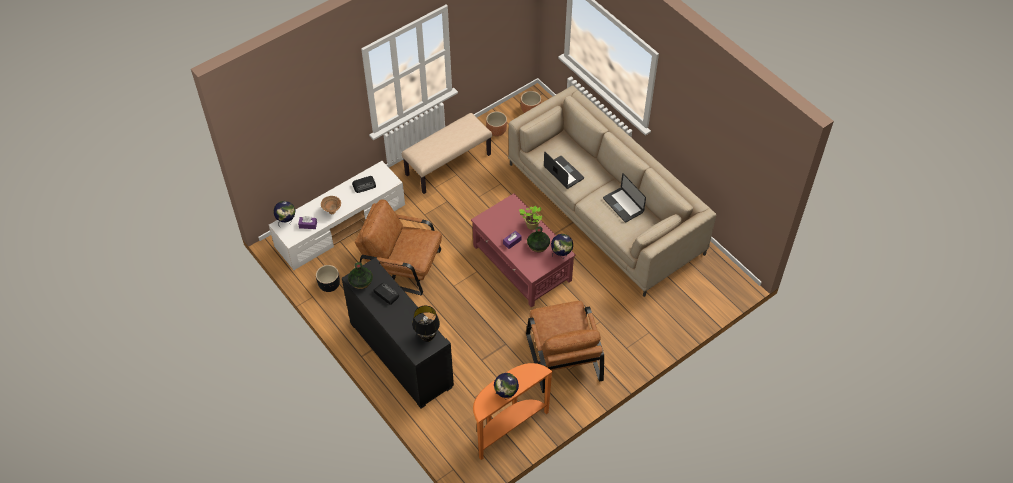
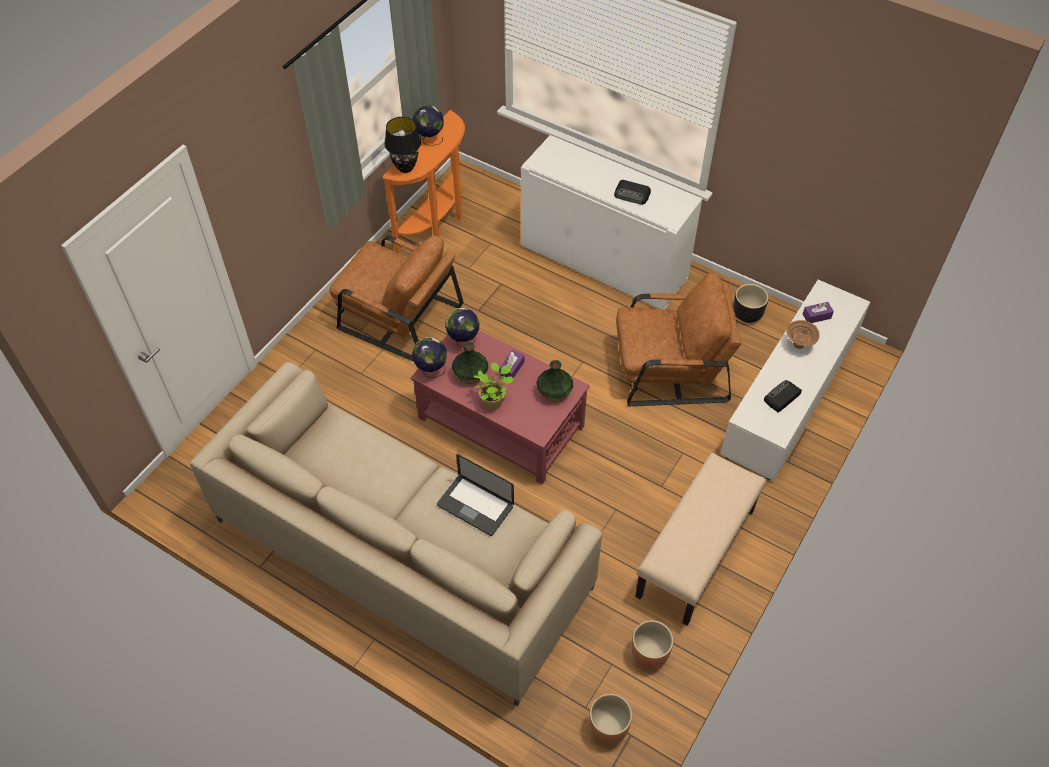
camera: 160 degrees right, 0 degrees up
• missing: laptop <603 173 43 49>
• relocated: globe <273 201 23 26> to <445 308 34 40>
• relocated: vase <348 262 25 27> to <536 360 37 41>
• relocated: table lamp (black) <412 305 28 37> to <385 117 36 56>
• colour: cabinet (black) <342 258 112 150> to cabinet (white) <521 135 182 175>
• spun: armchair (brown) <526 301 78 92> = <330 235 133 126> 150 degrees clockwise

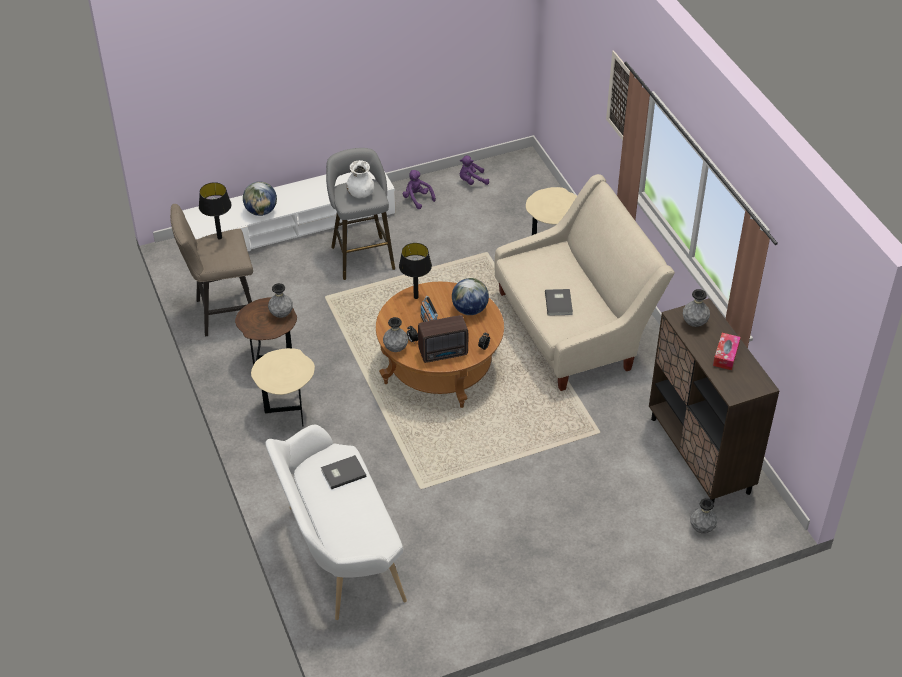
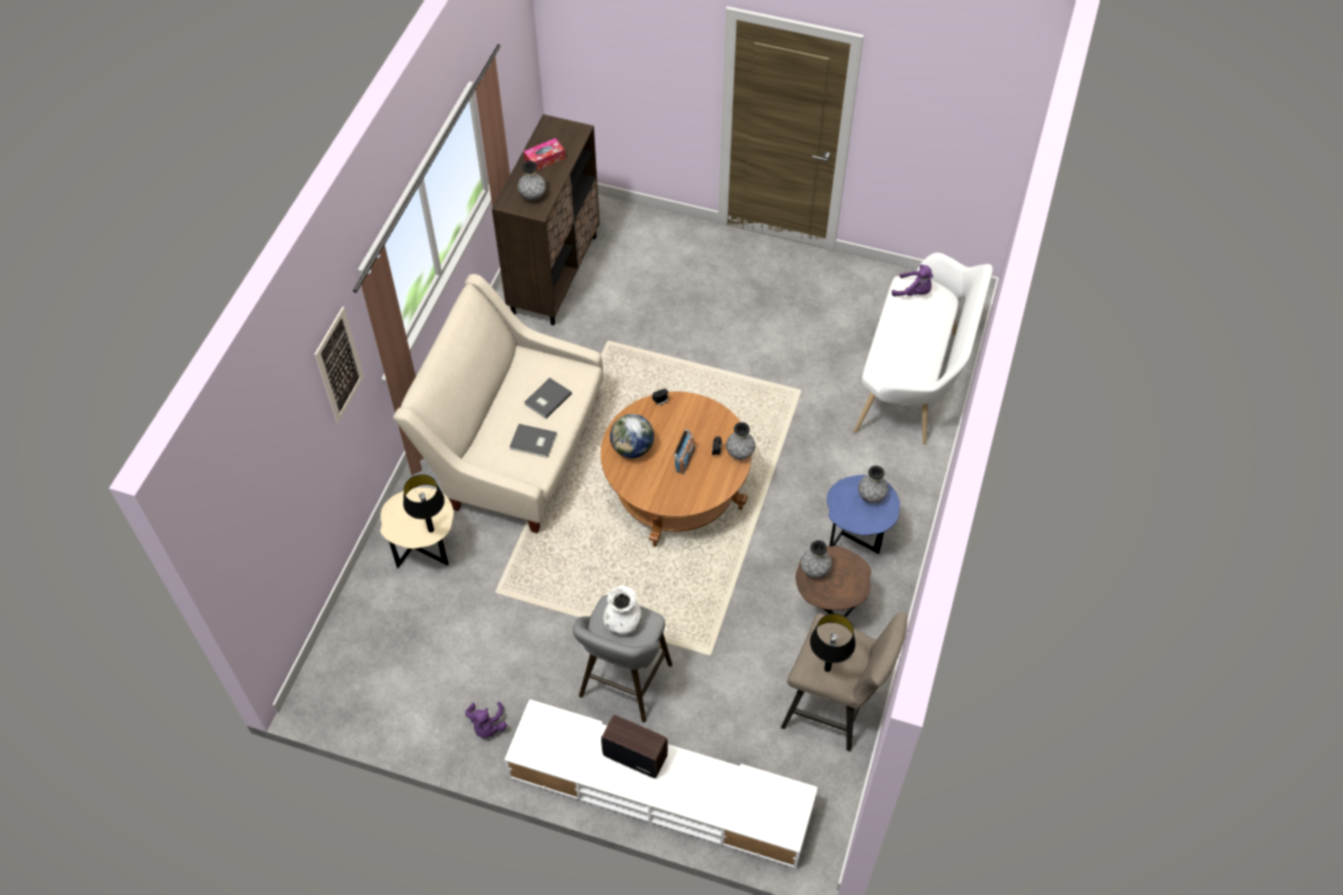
camera: 140 degrees left, 10 degrees up
• missing: globe <243 181 34 35>
• relocated: book (grey) <321 455 45 34> to <510 424 47 34>
• relocated: table lamp (black) <399 243 33 56> to <403 474 42 59>
• relocated: radio <418 315 50 48> to <601 715 67 63>
• relocated: plush toy (purple) <459 155 30 30> to <892 264 41 32>
• relocated: vase (grey) <690 498 27 36> to <858 465 30 38>
• colour: side table (beige) <251 348 64 78> to side table (blue) <827 475 73 79>

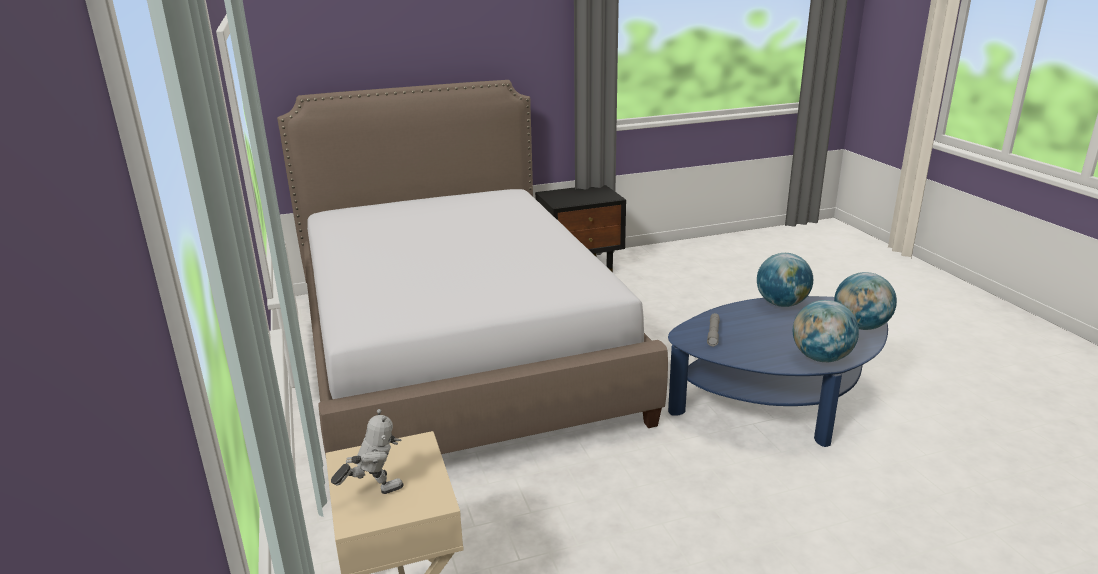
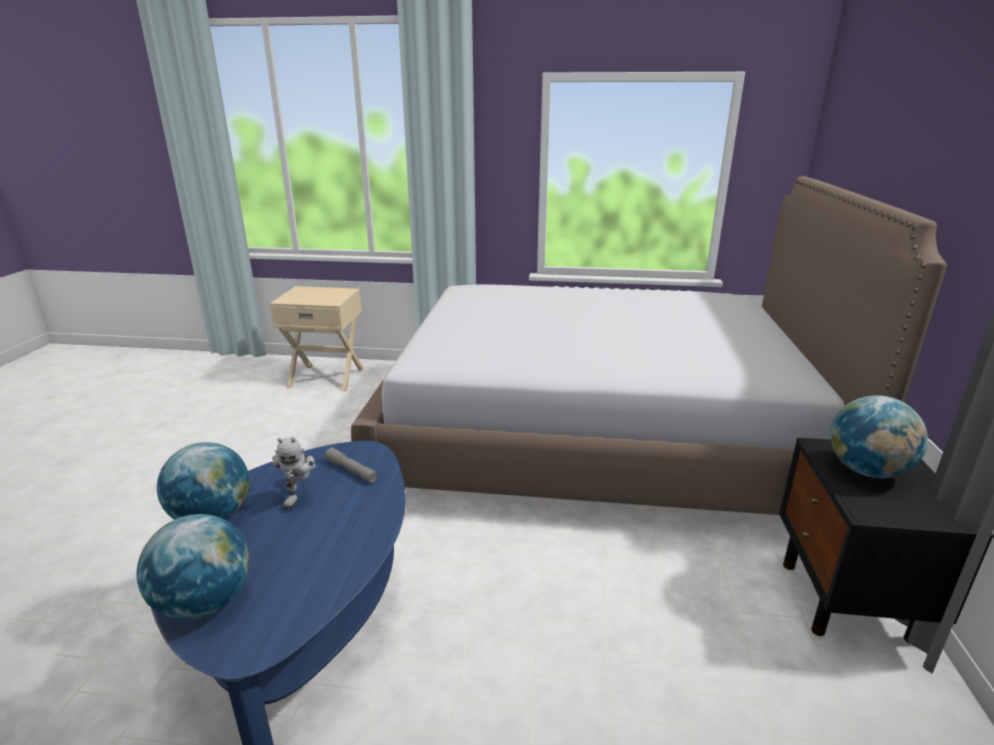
camera: 115 degrees right, 0 degrees up
• relocated: toy robot <331 409 73 85> to <272 437 44 72>
• relocated: globe <757 253 56 54> to <831 395 97 83>

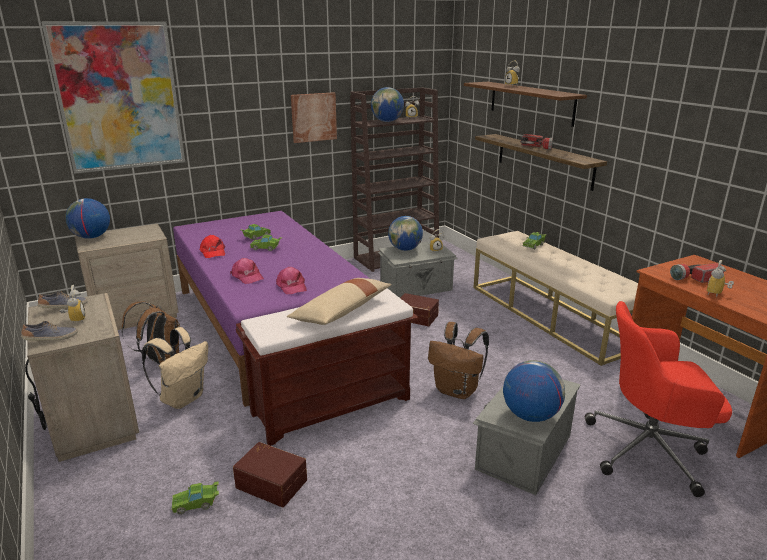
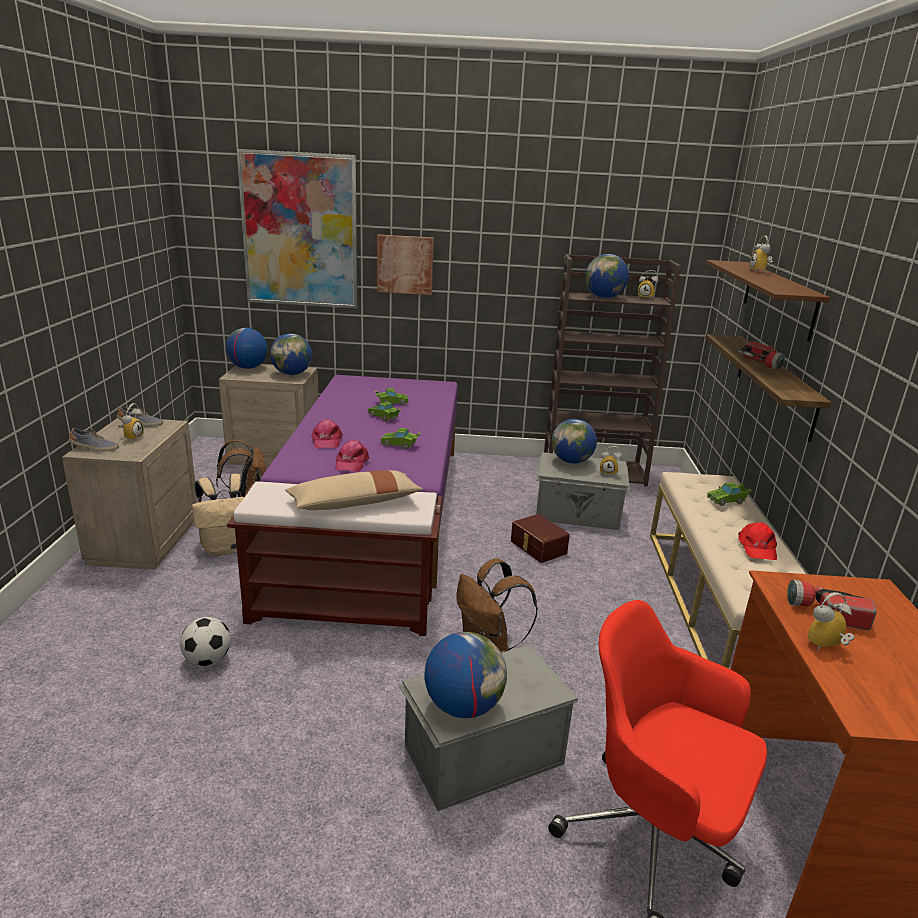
camera: 30 degrees right, 0 degrees up
• appeared: globe <270 333 42 42>
• relocated: toy car (green) <171 481 48 34> to <381 428 40 22>
• relocated: cap (red) <200 235 25 23> to <738 522 39 38>
• relocated: picture <291 92 46 51> to <377 234 57 61>
• exchanged: storage box (brown) <233 442 74 65> to football <180 617 51 49>

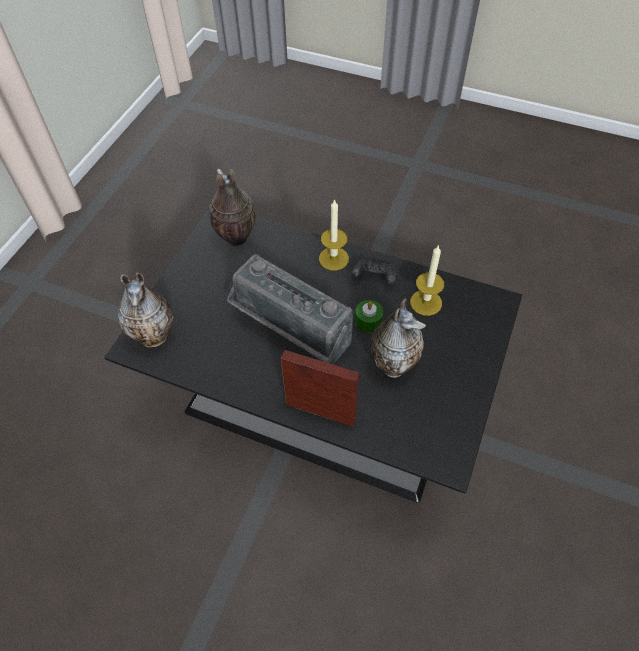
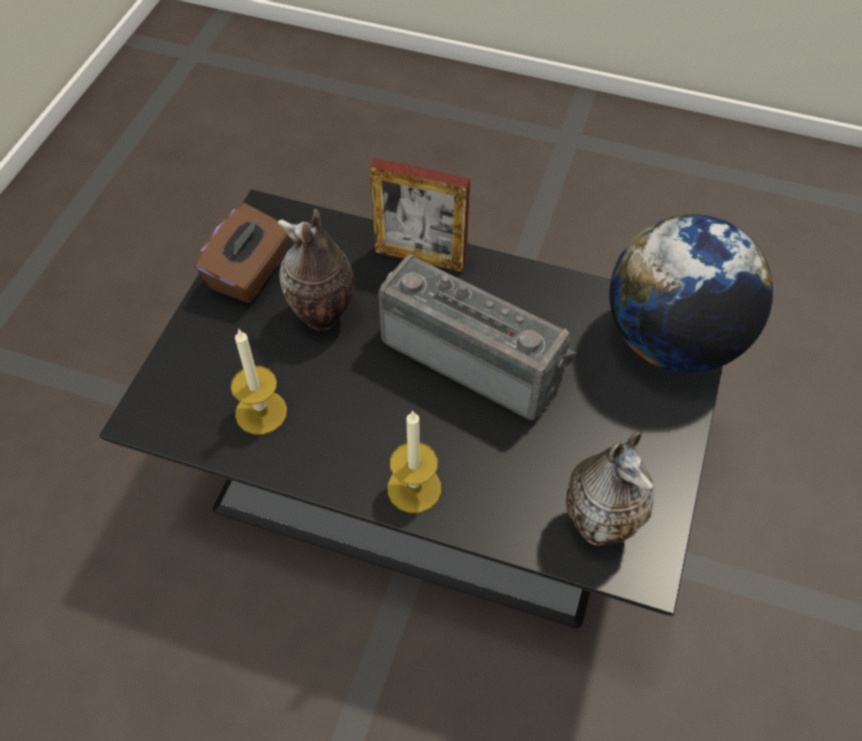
camera: 175 degrees right, 0 degrees up
• missing: game controller (black) <351 259 45 25>
• missing: candle (green) <355 300 28 33>
• appeared: tissue box (brown) <194 203 94 100>
• exchanged: vase <117 272 56 76> to globe <609 214 164 159>

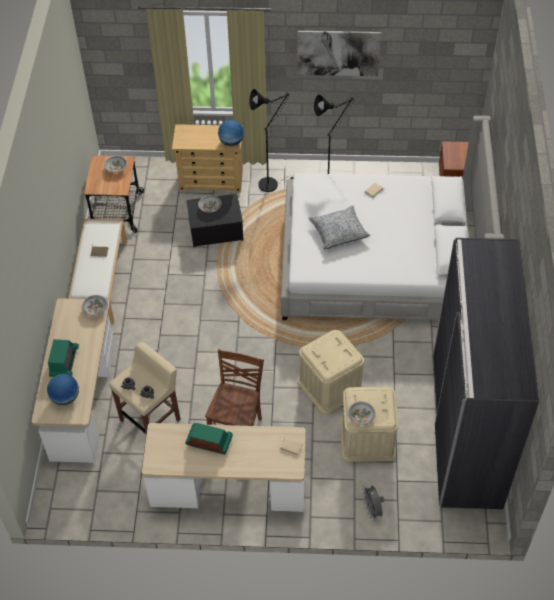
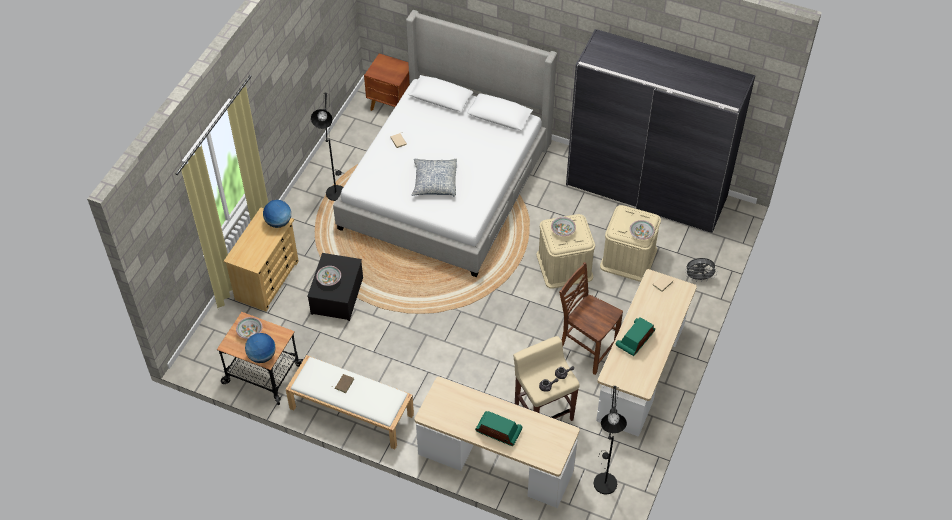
camera: 70 degrees left, 0 degrees up
• missing: picture <297 31 84 45>
• relocated: globe <47 374 32 31> to <245 333 31 30>
• relocated: bowl <82 295 26 21> to <551 217 25 19>
• relocated: floor lamp (black) <249 89 44 103> to <594 386 33 109>

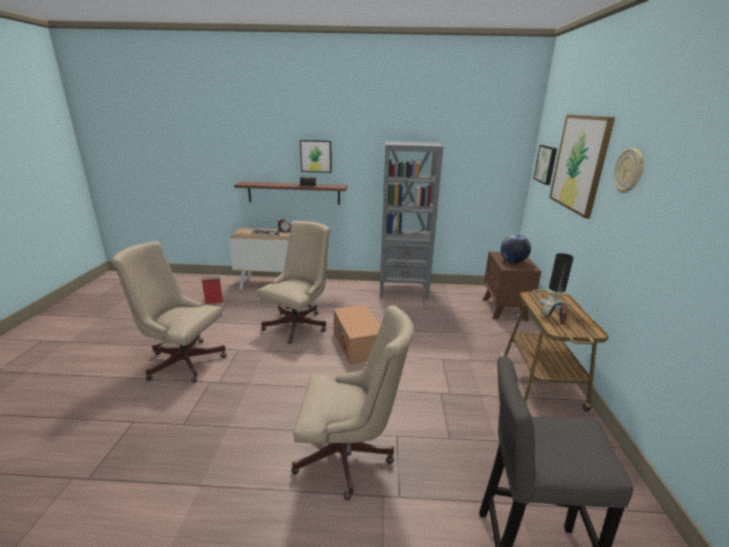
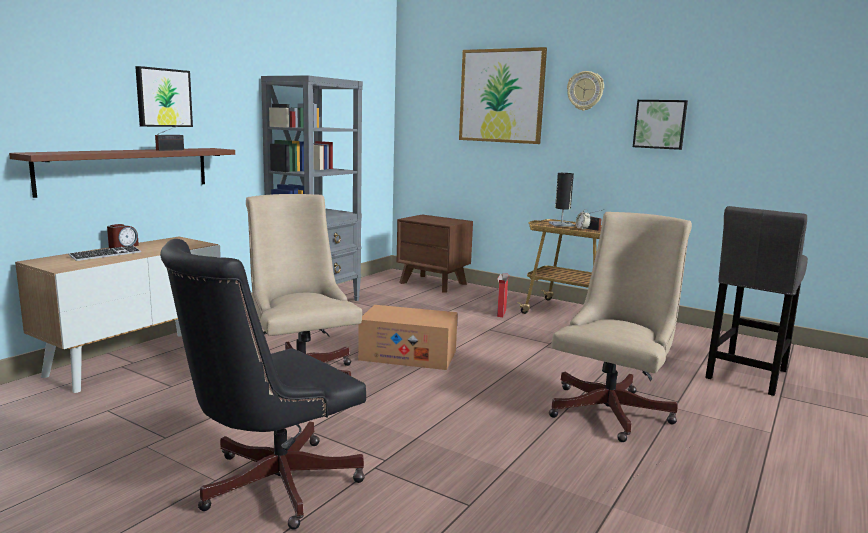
camera: 60 degrees left, 10 degrees down
• missing: globe <501 234 30 29>
• relocated: cardboard box <199 276 24 28> to <497 273 14 44>
• relocated: picture <533 145 24 40> to <633 100 55 50>
• colour: office chair (beige) <111 241 116 142> to office chair (black) <160 239 206 291>

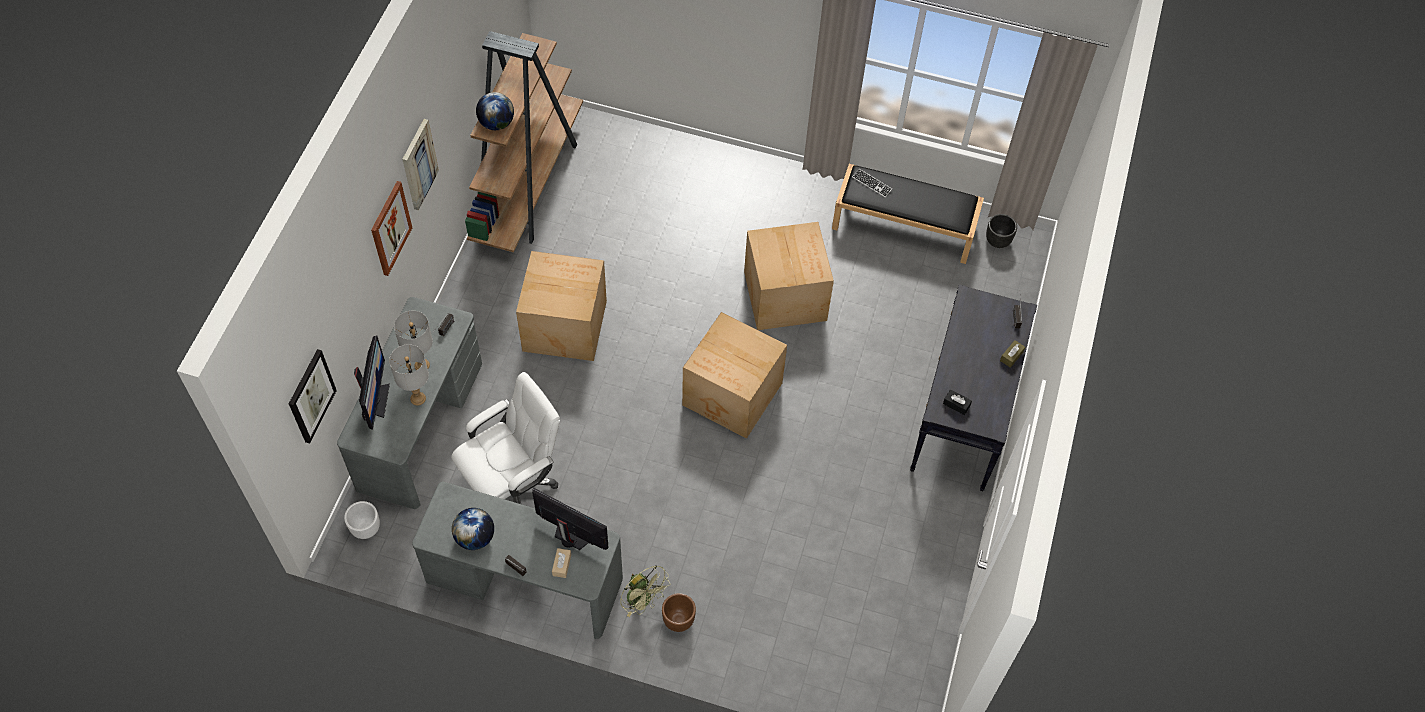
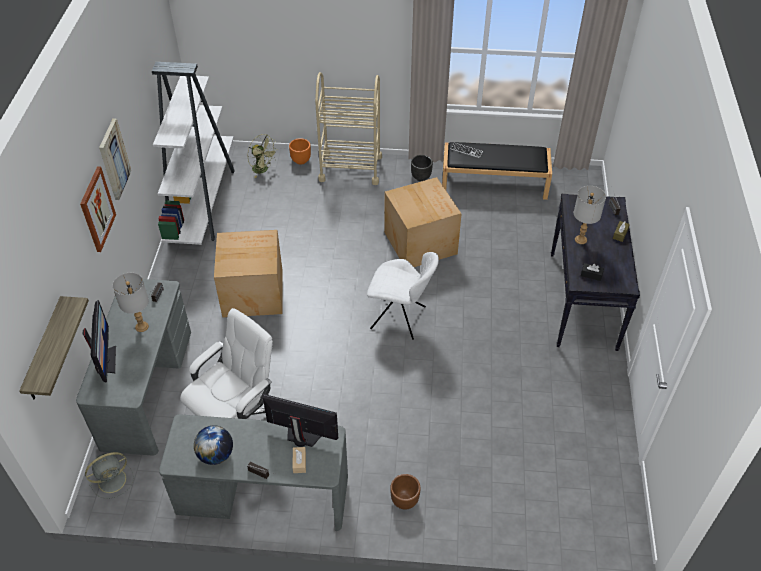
camera: 10 degrees left, 10 degrees down
• missing: globe <476 92 38 38>
• appeared: planter (orange) <289 138 22 27>
• appeared: cart (beige) <315 72 67 113>
• relocated: table lamp (grey) <389 344 40 61> to <574 186 32 58>
• relocated: fan (green) <620 565 50 52> to <248 134 30 44>
• relocated: planter (black) <986 214 31 34> to <411 155 22 26>
• exchanged: picture <289 349 48 95> to shelf <19 296 70 103>
• exchanged: planter (white) <344 501 36 38> to fan (grey) <85 452 49 47>
• exchanged: cardboard box <682 312 105 127> to chair (white) <367 252 72 88>
• colour: bookcase (brown) <465 31 118 221> to bookcase (white) <152 62 83 183>

